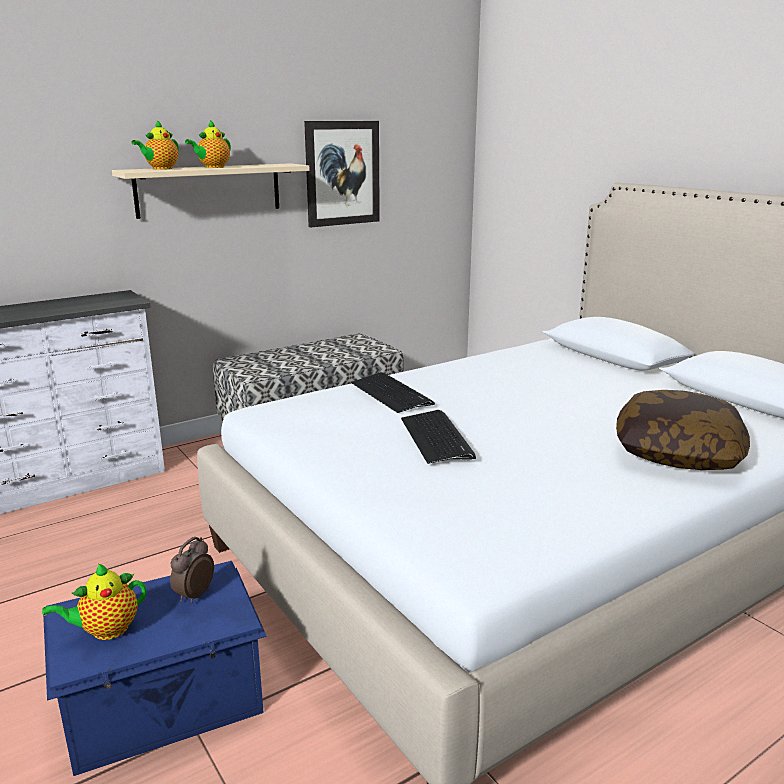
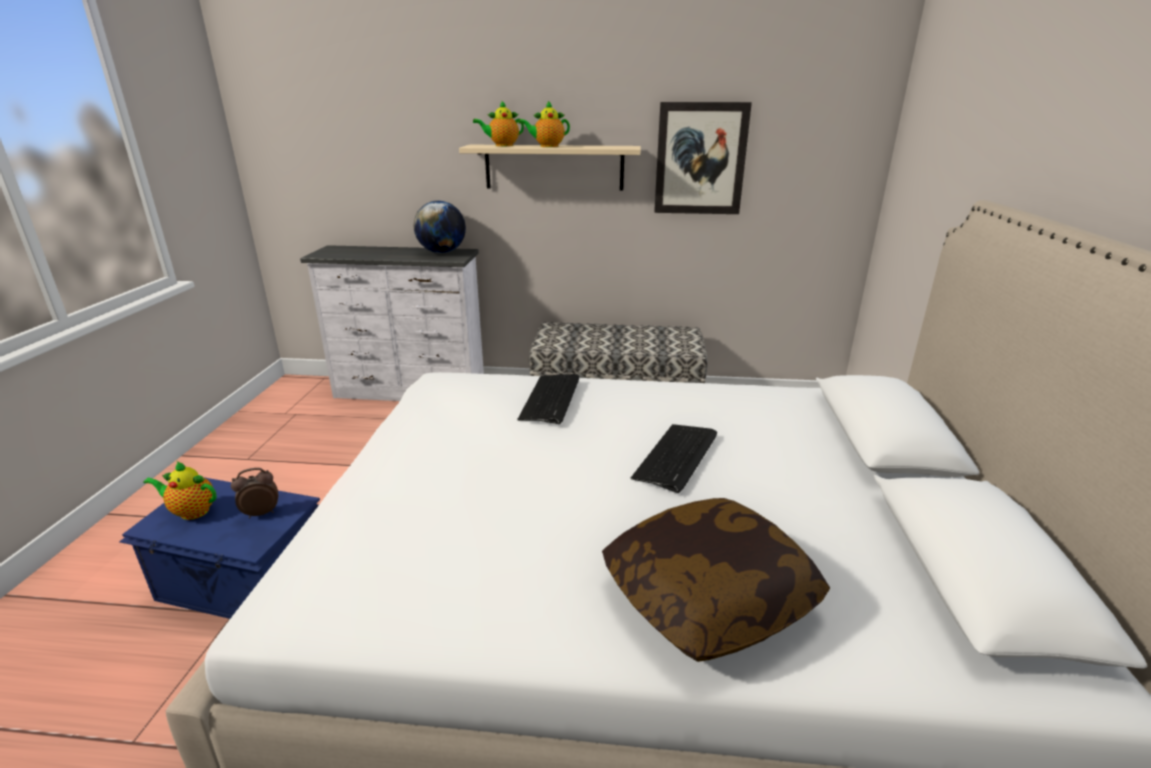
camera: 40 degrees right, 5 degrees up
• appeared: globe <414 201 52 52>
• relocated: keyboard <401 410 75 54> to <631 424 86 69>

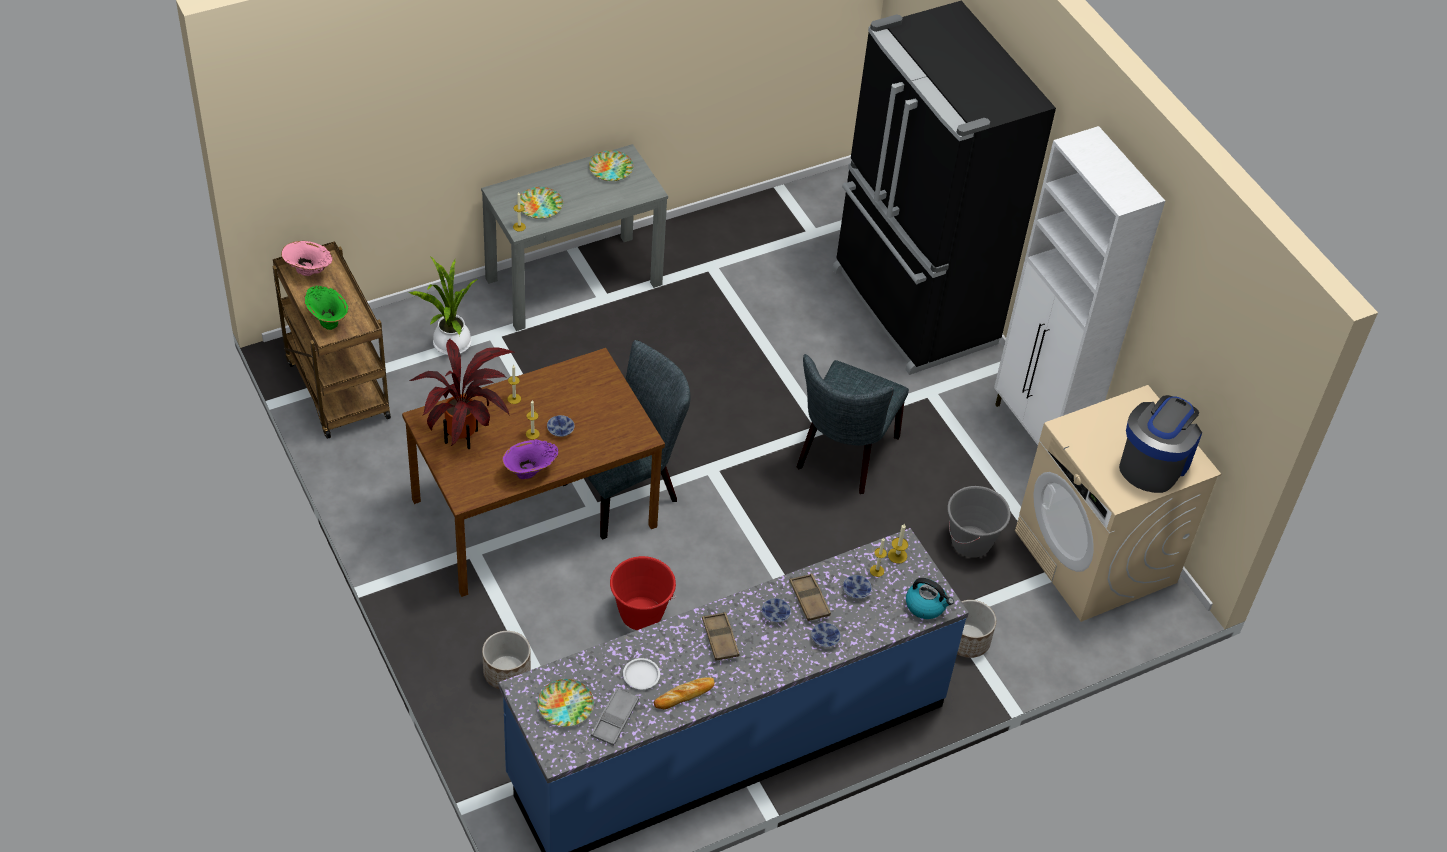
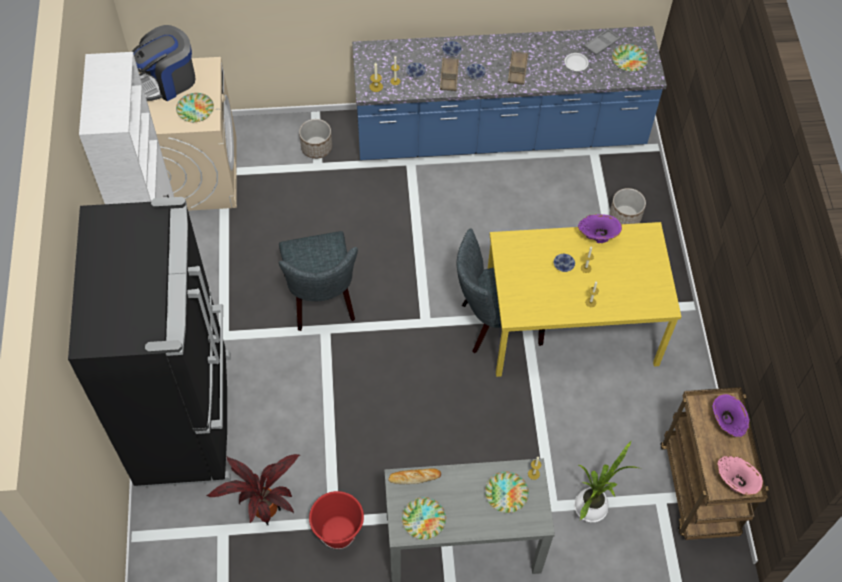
camera: 155 degrees left, 10 degrees up
• missing: kettle <906 578 48 41>
• missing: bucket (grey) <948 486 63 72>
• appeared: plate <176 93 38 29>
• relocated: potted plant <410 338 106 111> to <206 454 94 71>
• relocated: bucket (red) <610 556 66 74> to <309 491 55 58>
• relocated: bread <654 677 61 33> to <388 468 53 16>
• colour: vase (green) <304 286 44 44> to vase (purple) <712 394 38 43>
• colour: dining table (brown) <402 348 263 249> to dining table (yellow) <488 222 193 155>
• spun: chair (grey) <797 354 112 140> = <279 231 79 100> 120 degrees clockwise

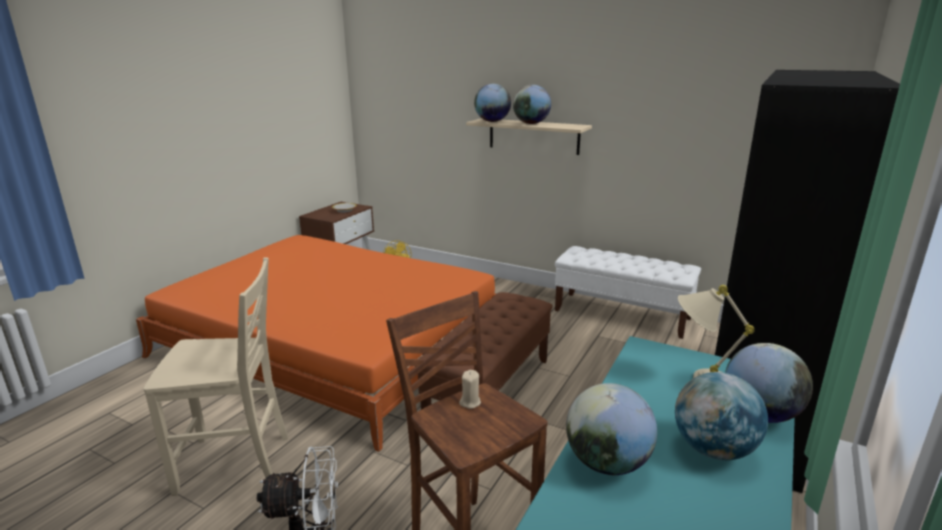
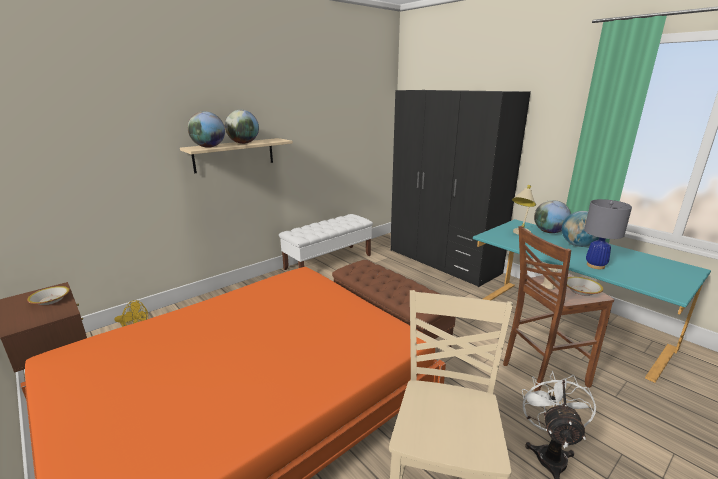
camera: 70 degrees left, 0 degrees up
• appeared: bowl <567 277 36 19>
• exchanged: globe <566 383 91 92> to table lamp (grey) <584 199 48 70>

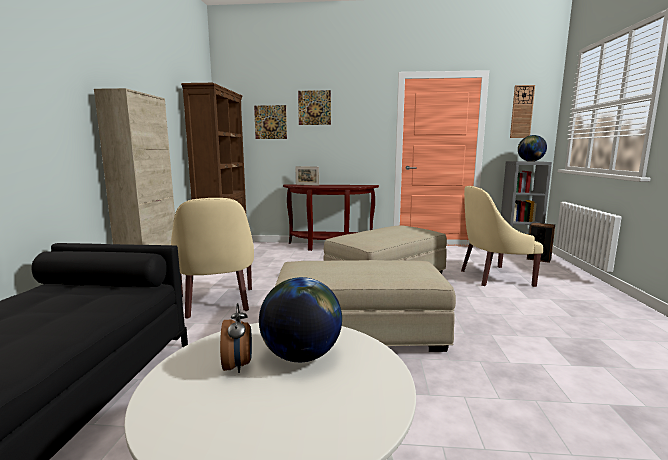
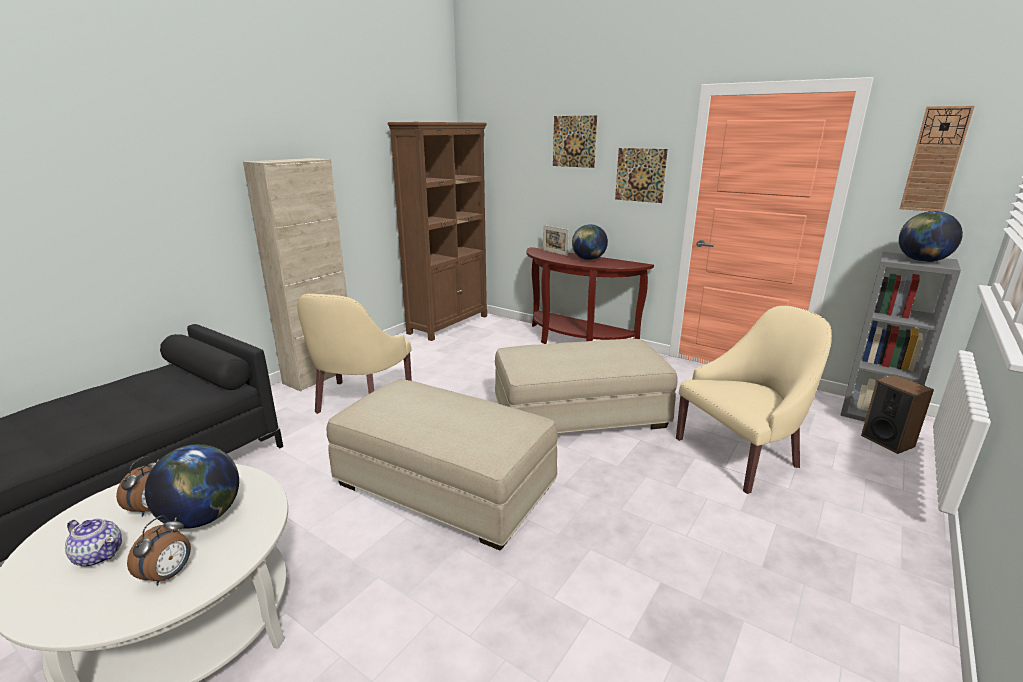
camera: 30 degrees right, 10 degrees up
• appeared: teapot <65 519 57 48>
• appeared: alarm clock <127 516 64 70>
• appeared: globe <572 224 36 36>
• relocated: picture <254 105 33 34> to <615 148 53 55>
• spun: armchair (beige) <461 186 82 101> = <676 306 156 188> 135 degrees clockwise

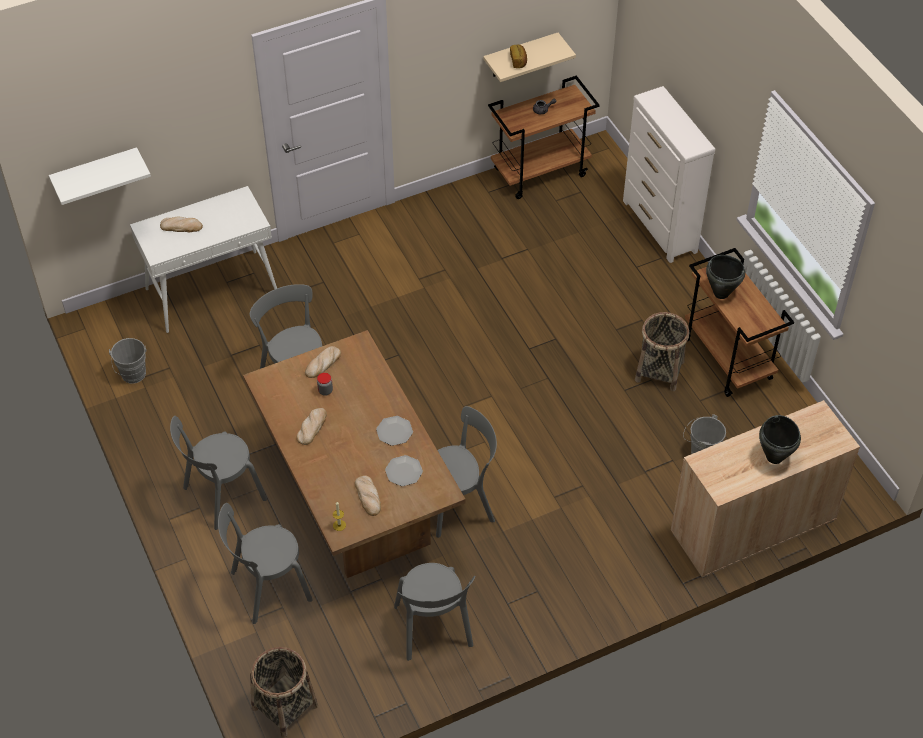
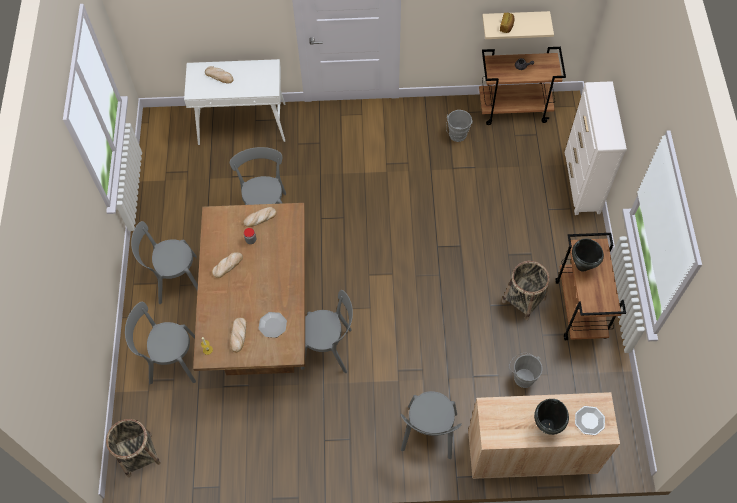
camera: 25 degrees right, 10 degrees up
• missing: shelf (white) <49 147 102 58>
• relocated: bucket (grey) <109 338 38 46> to <446 110 27 32>
• relocated: plate <376 416 37 30> to <575 406 30 29>
• relocated: chair (grey) <394 563 81 98> to <401 391 61 68>

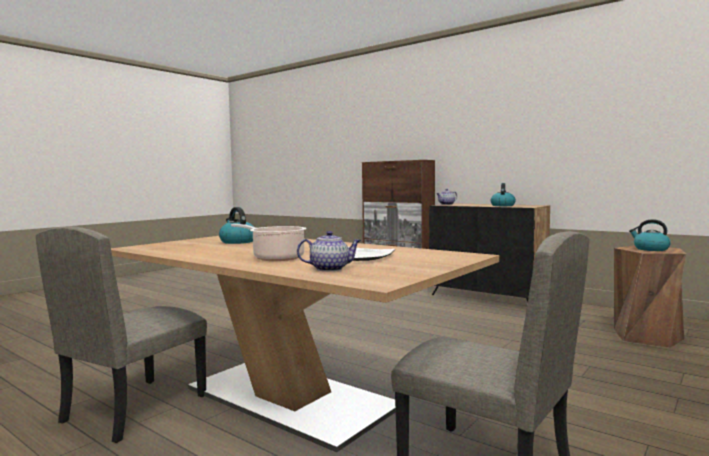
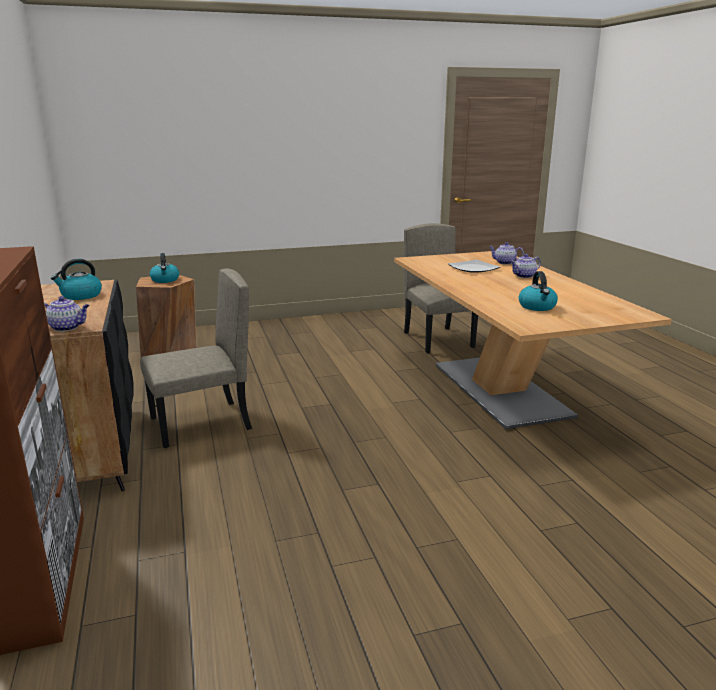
camera: 145 degrees left, 15 degrees up
• relocated: chair (beige) <36 226 171 217> to <140 269 112 179>
• exchanged: cooking pot <231 224 75 37> to teapot <511 254 30 24>

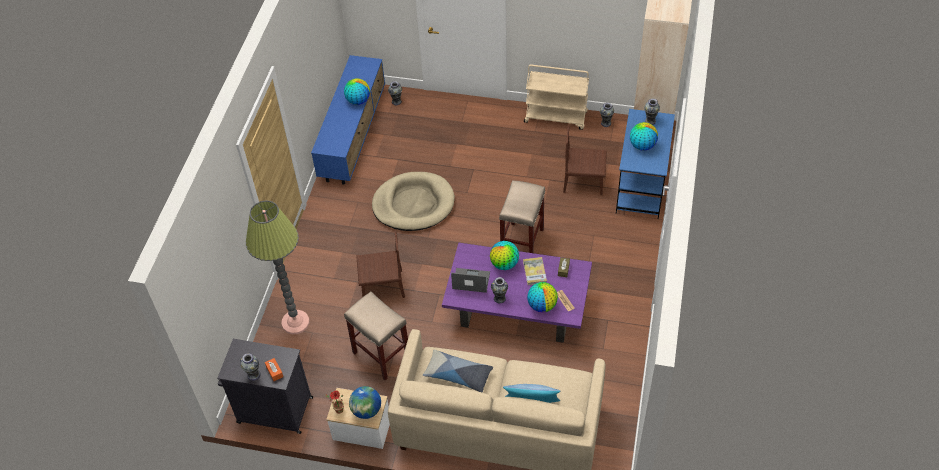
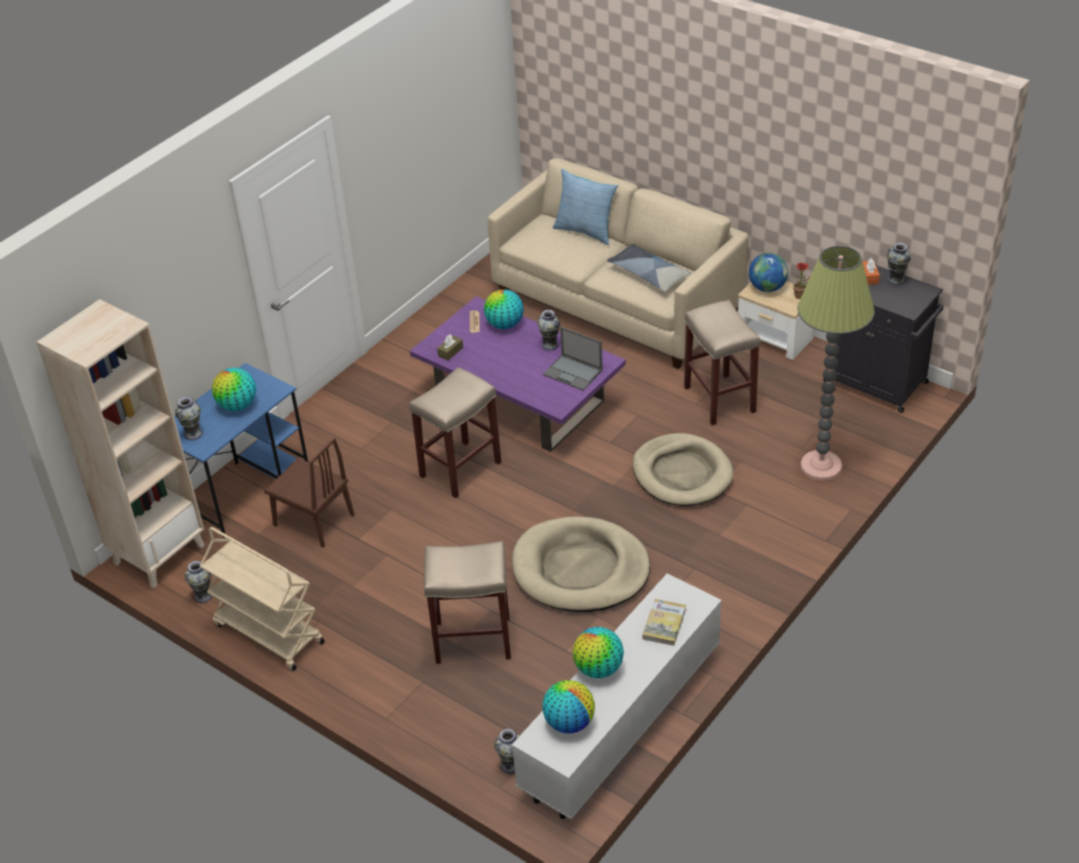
camera: 155 degrees left, 10 degrees down
• appeared: stool (beige) <424 541 87 123>
• relocated: globe <490 241 29 29> to <542 680 53 53>
• relocated: book <523 257 24 28> to <642 599 44 47>
• exchanged: chair (brown) <356 229 49 69> to dog bed (beige) <633 433 101 73>
• colour: tv stand (blue) <311 55 74 130> to tv stand (white) <512 573 210 246>

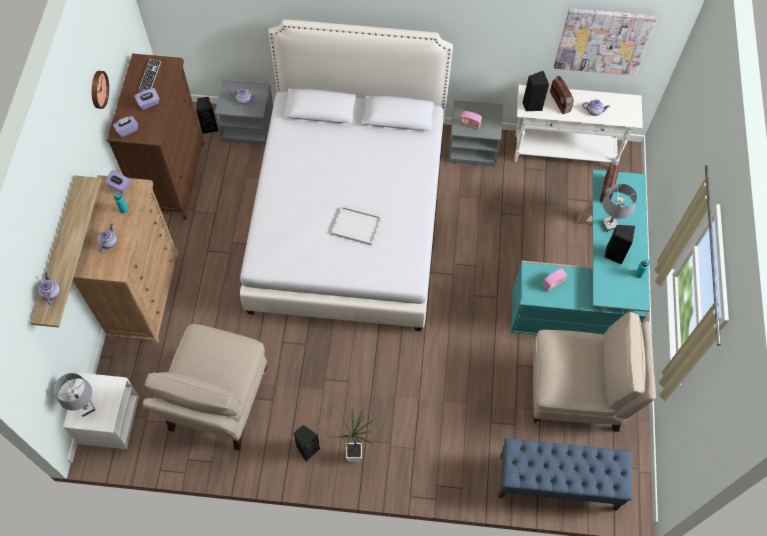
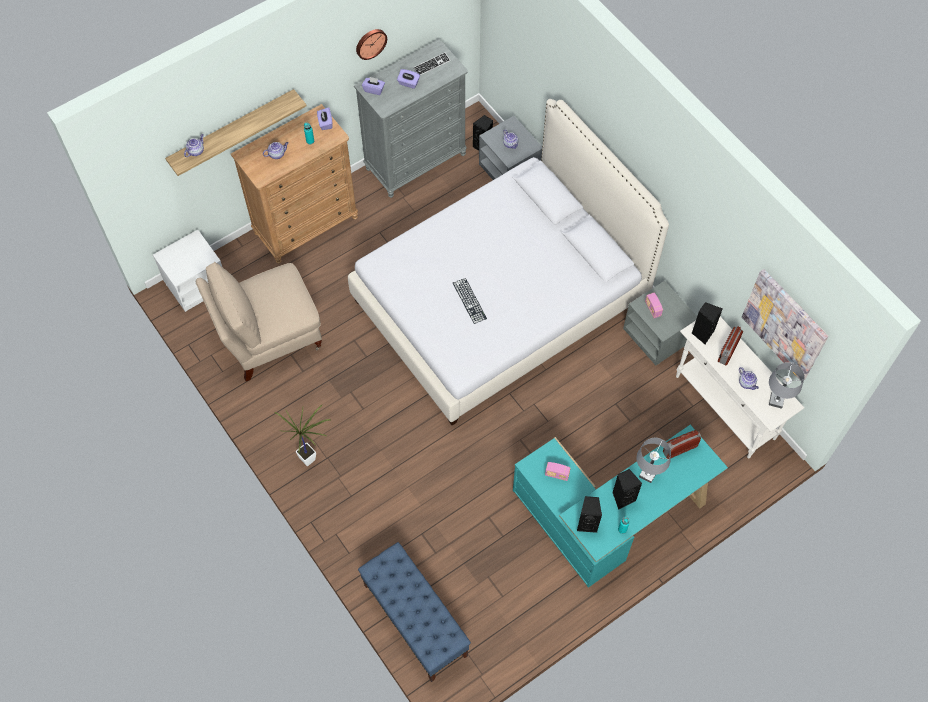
camera: 50 degrees right, 0 degrees up
• missing: chair (beige) <533 312 123 120>
• relocated: table lamp (grey) <54 373 41 44> to <769 362 36 47>
• relocated: speaker (black) <293 425 27 36> to <577 496 25 37>
• exchanged: tray (white) <331 206 50 39> to keyboard <453 278 34 46>
• colour: dresser (brown) <107 53 97 167> to dresser (grey) <354 39 114 159>

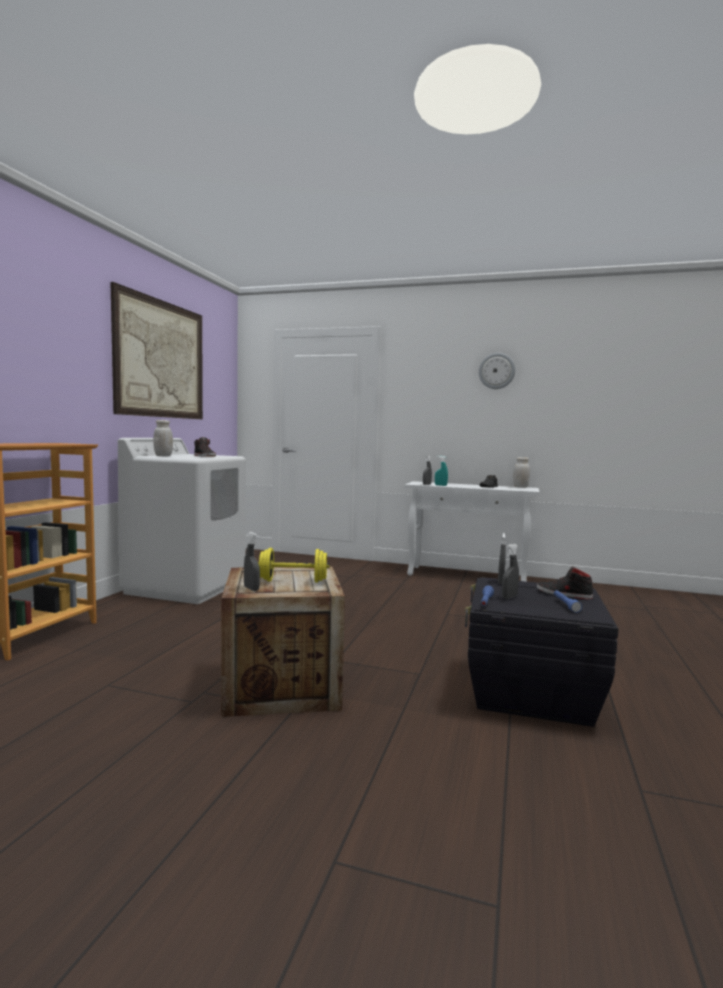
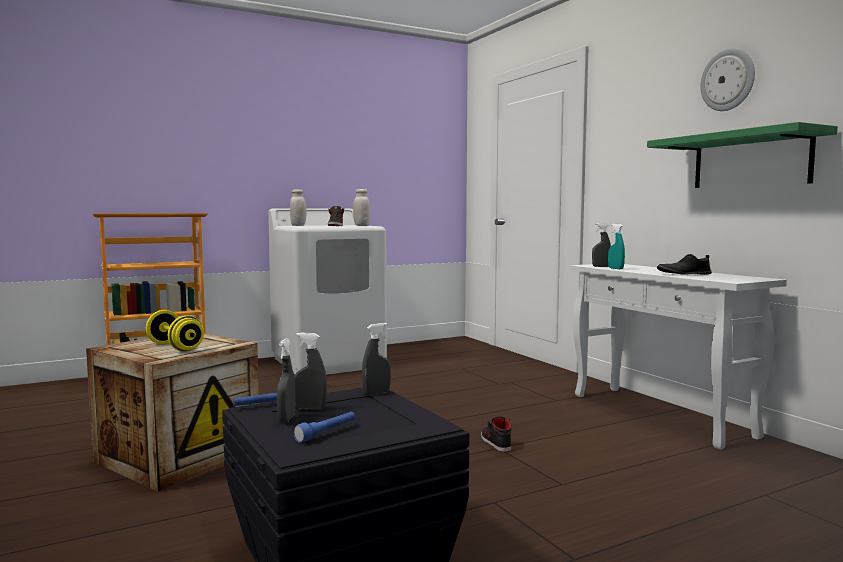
camera: 45 degrees right, 0 degrees up
• missing: picture <110 282 93 137>
• appeared: shelf (green) <647 122 191 66>
• relocated: spray bottle (grey) <244 532 16 59> to <277 339 19 84>
• relocated: jar (white) <513 457 17 31> to <353 189 17 37>
• relocated: shoe (black) <537 566 56 33> to <481 416 30 36>

